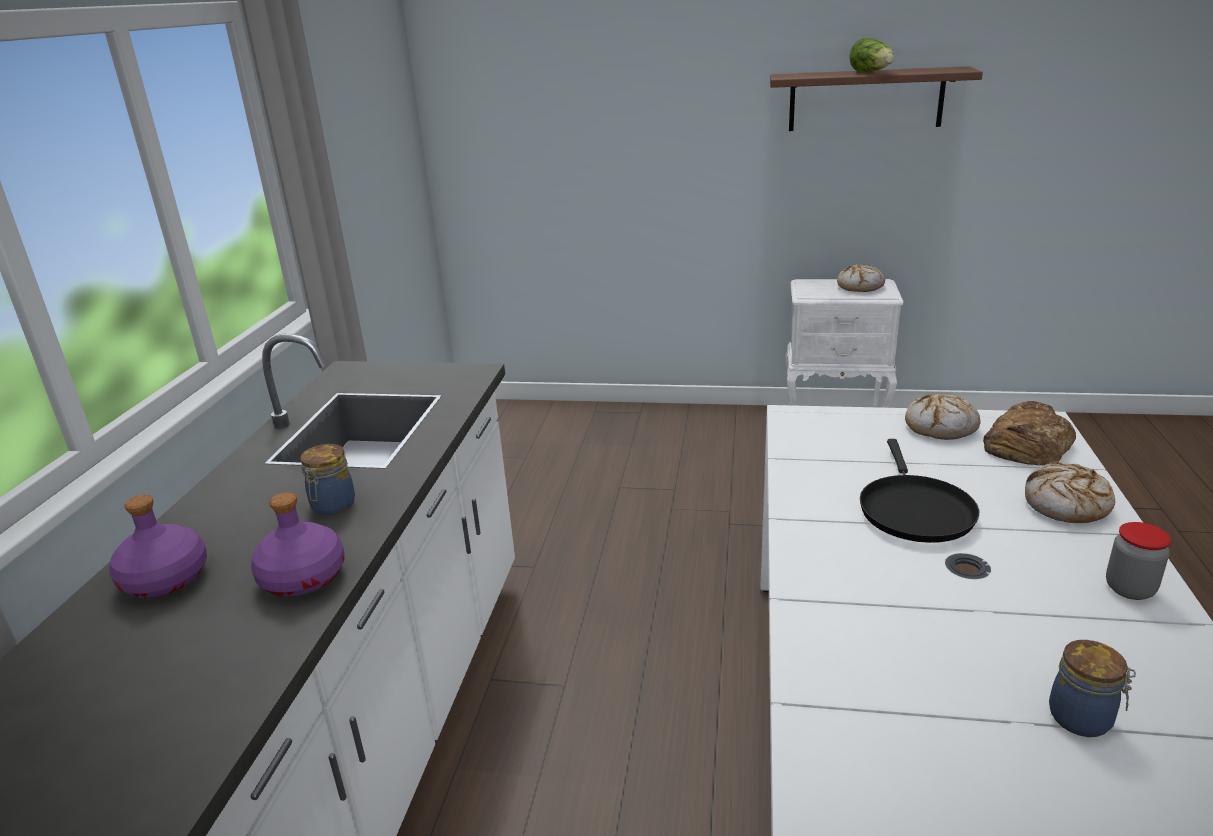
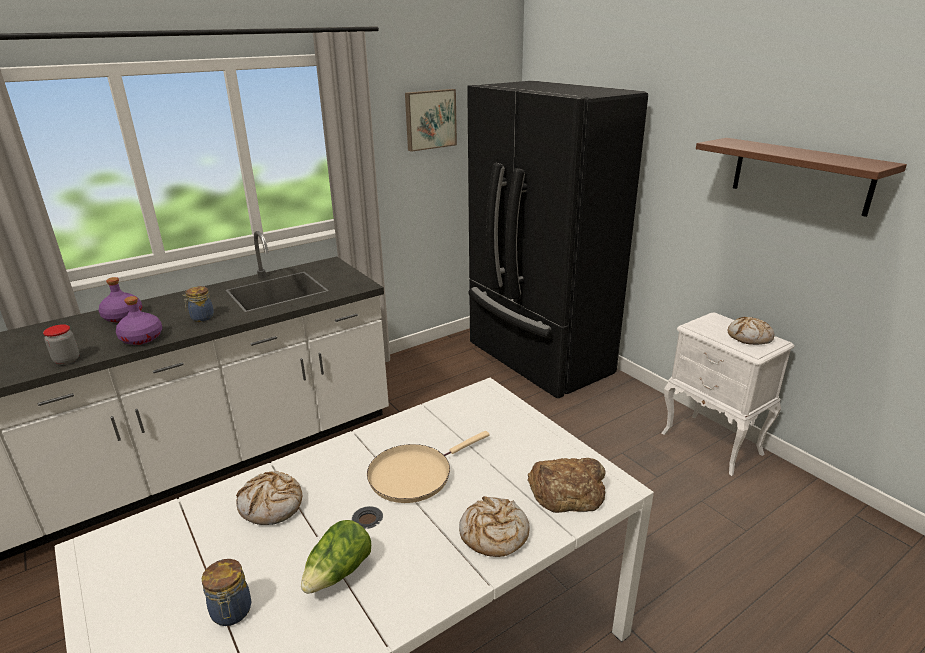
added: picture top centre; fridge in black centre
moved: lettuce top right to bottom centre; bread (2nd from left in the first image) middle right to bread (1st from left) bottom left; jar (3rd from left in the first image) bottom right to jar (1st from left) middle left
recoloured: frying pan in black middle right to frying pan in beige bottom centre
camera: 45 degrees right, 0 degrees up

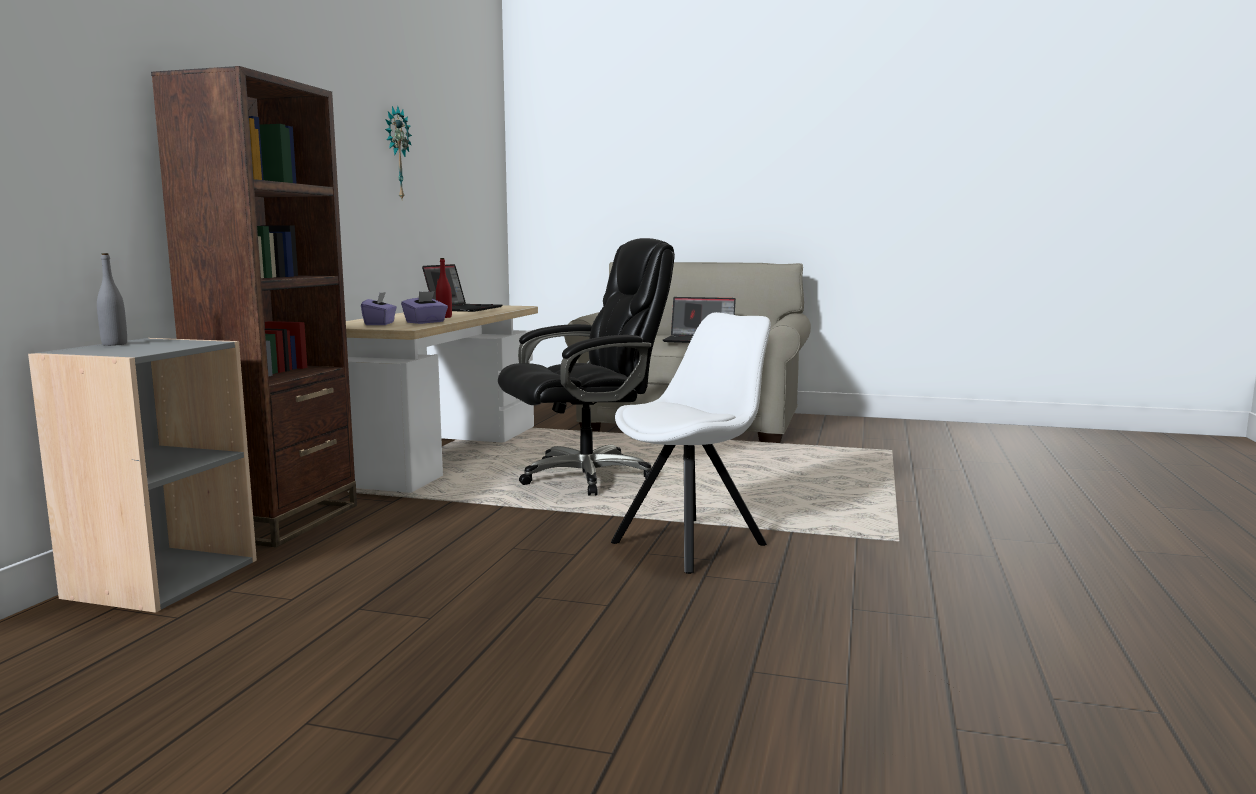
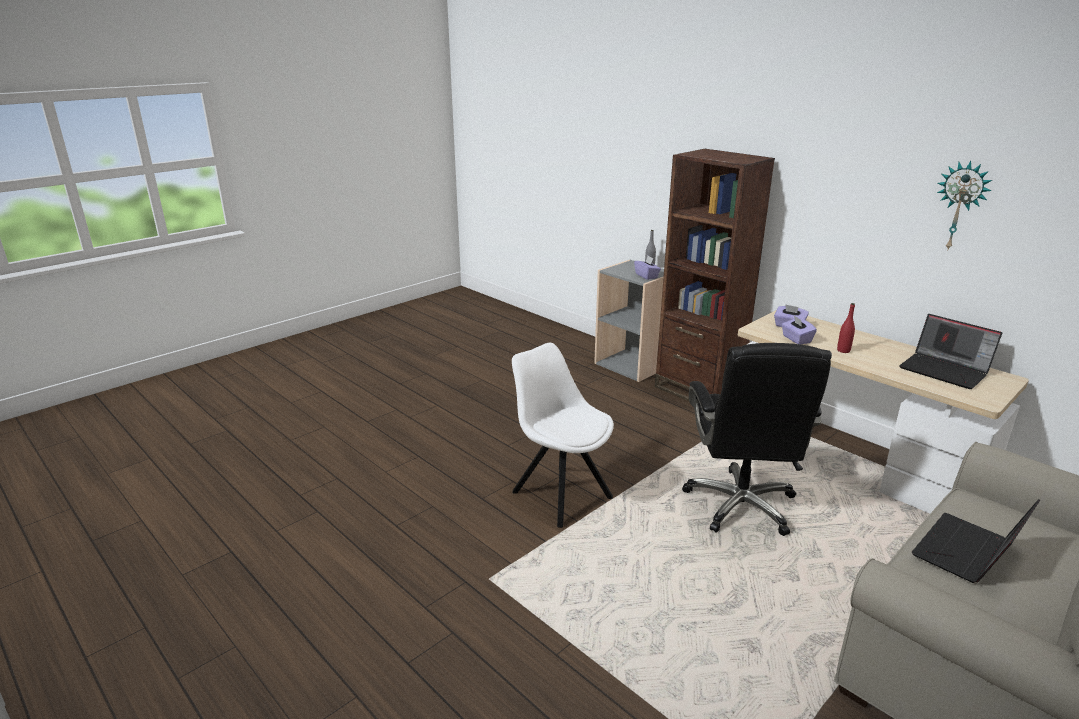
added: tissue box in purple (1st from left) centre
turned: chair in white centre = centre 150 degrees clockwise
camera: 120 degrees right, 15 degrees up

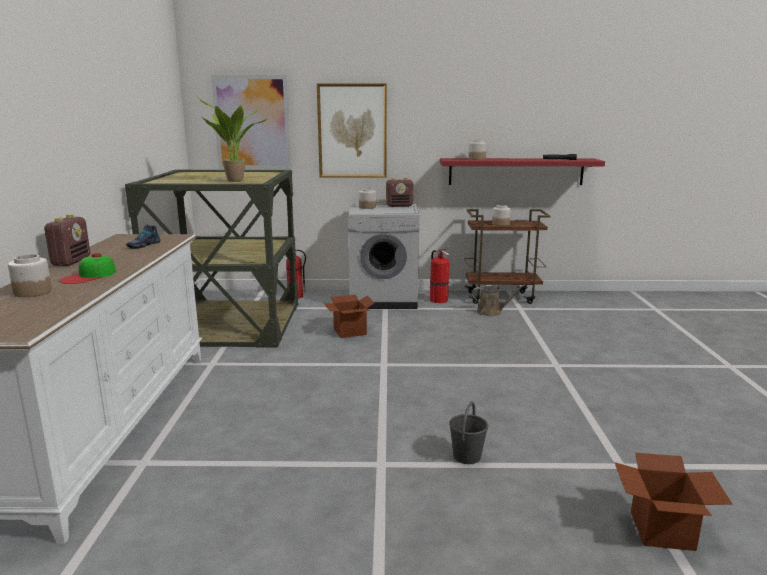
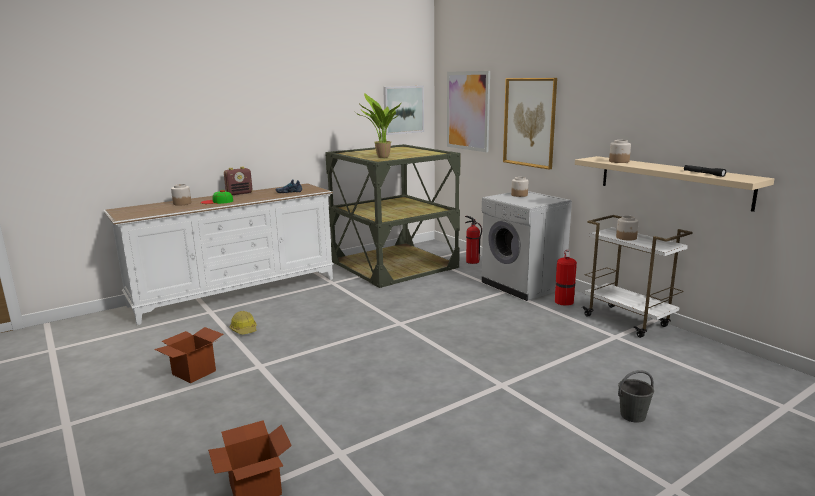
removed: radio (2nd from left) centre; watering can in brown centre
added: hard hat middle left; picture (1st from left) top centre
moved: cardboard box (1st from left) centre to bottom left; bucket in grey bottom centre to bottom right
recoloured: shelf in red top right to shelf in beige middle right; cart in brown centre to cart in white middle right
camera: 55 degrees right, 0 degrees up

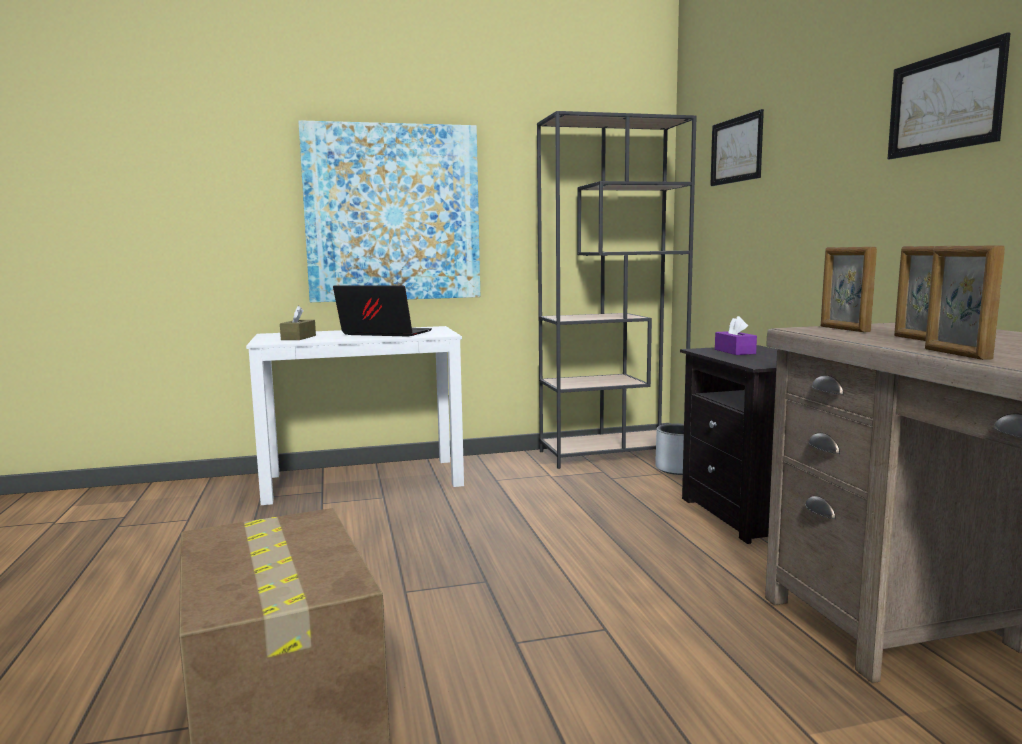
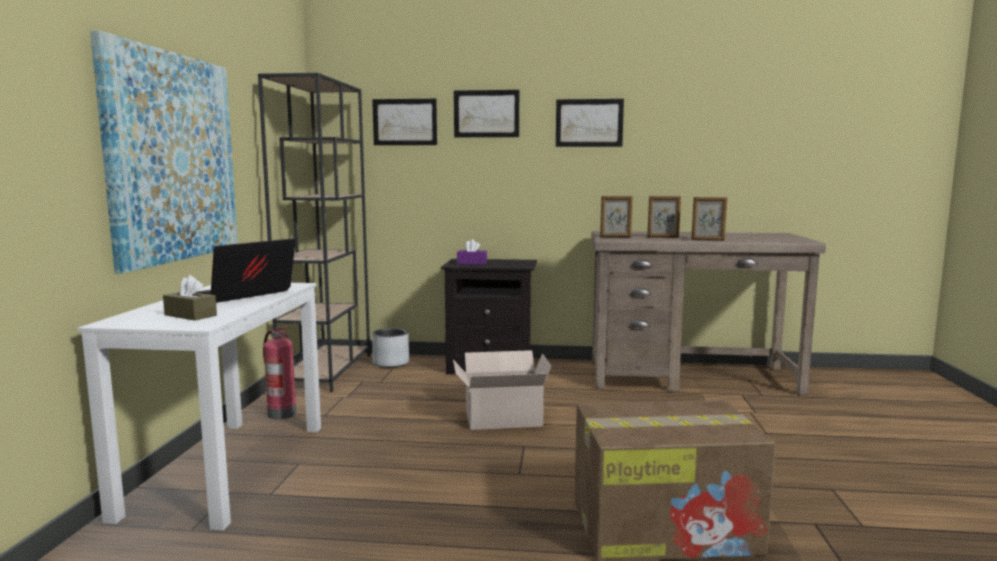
added: fire extinguisher middle left; cardboard box (1st from left) bottom centre; picture (3rd from left) top centre
camera: 70 degrees left, 0 degrees up

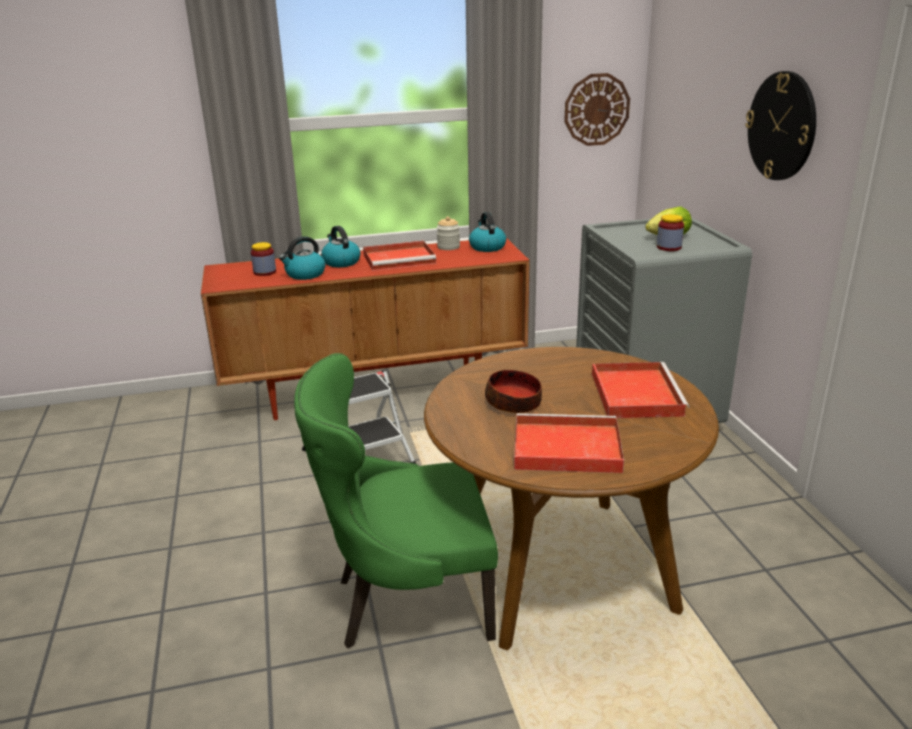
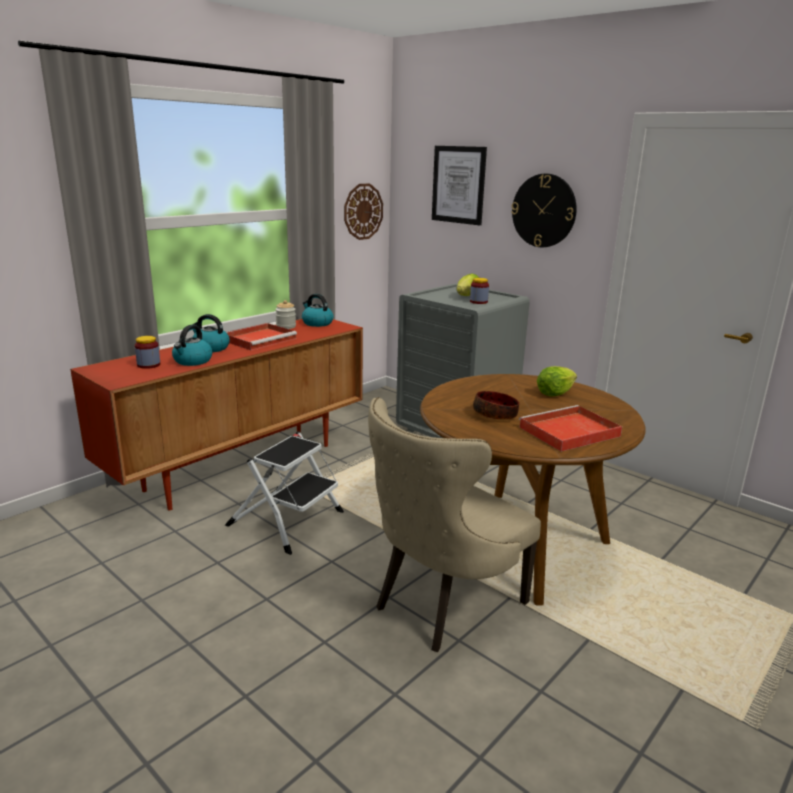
added: picture top centre
replaced: tray in red (3rd from left) middle right to lettuce (2nd from left) middle right
recoloured: chair in green bottom centre to chair in beige centre
camera: 35 degrees left, 5 degrees down

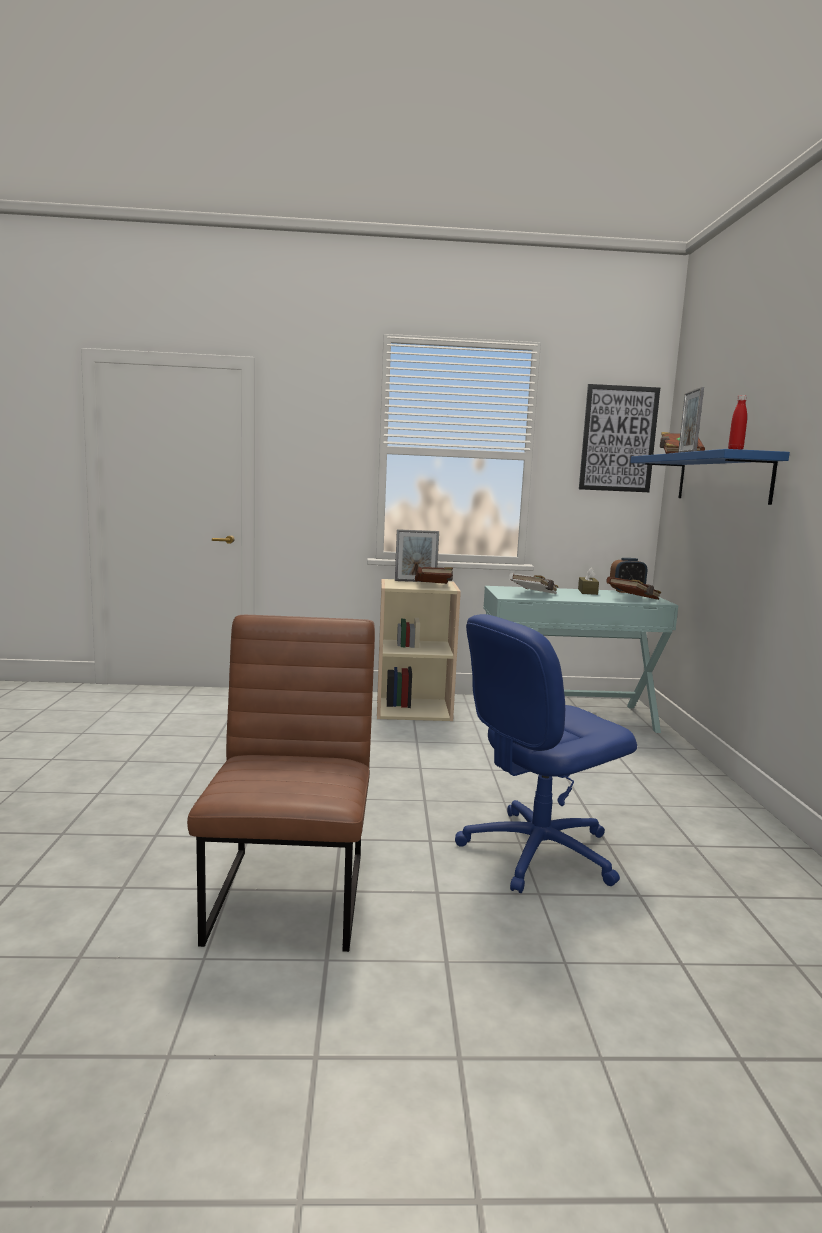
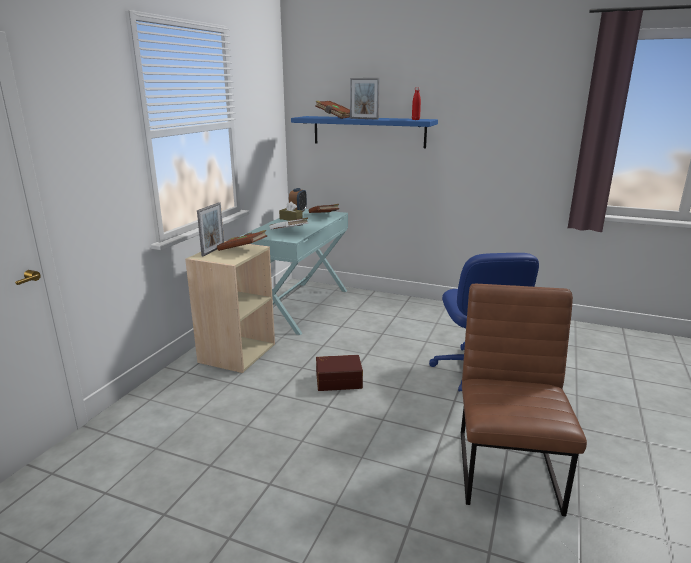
removed: picture middle right
added: storage box in brown centre
turned: chair in brown centre = bottom right 75 degrees clockwise
camera: 65 degrees left, 10 degrees up

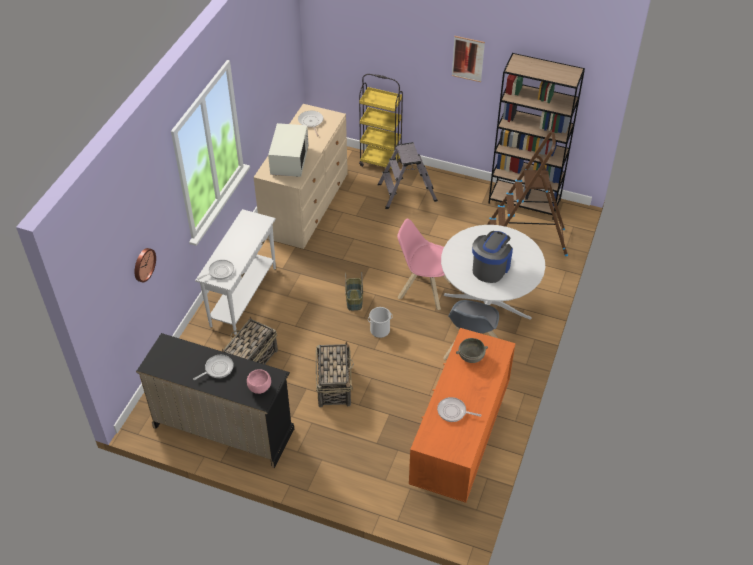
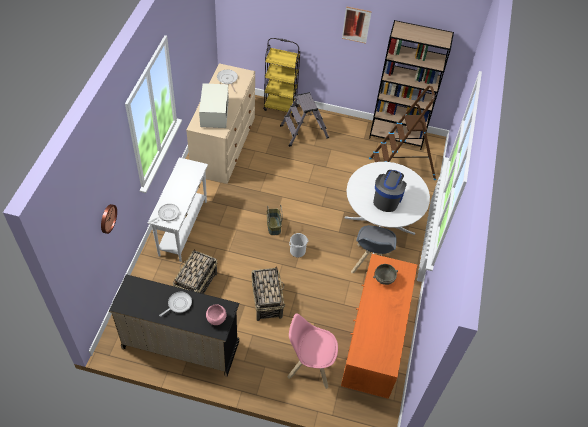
removed: frying pan (4th from left) bottom centre
moved: chair in pink centre to bottom centre
camera: 10 degrees left, 5 degrees up

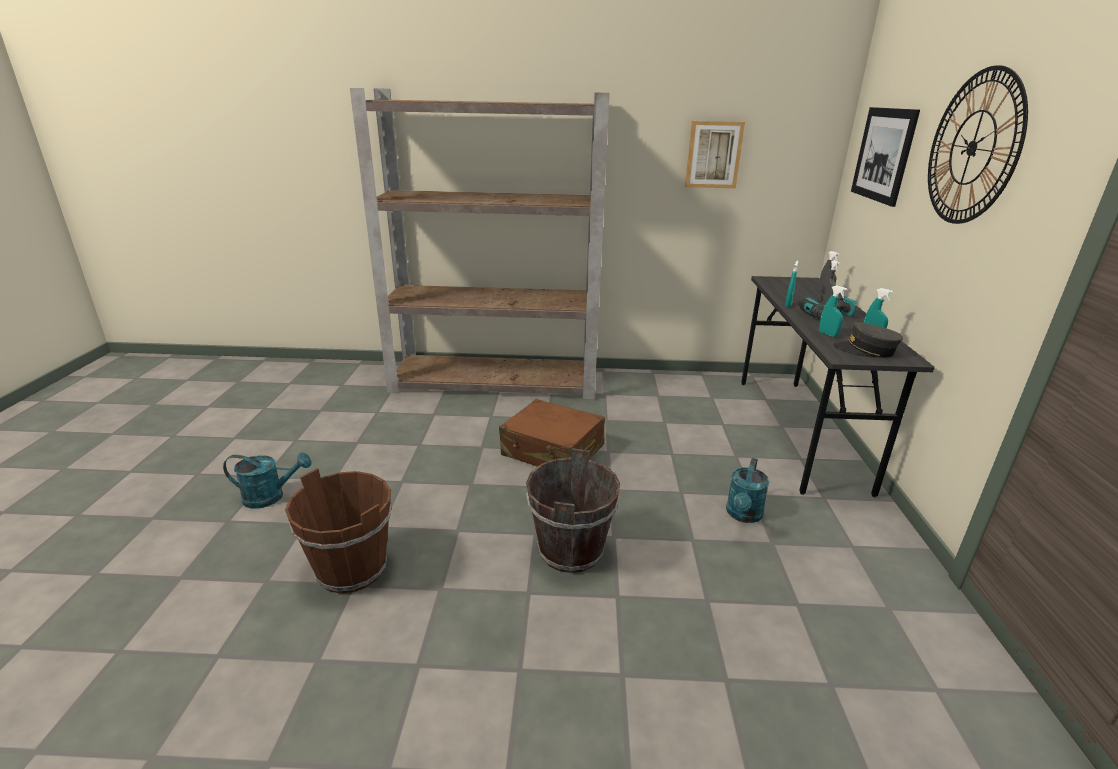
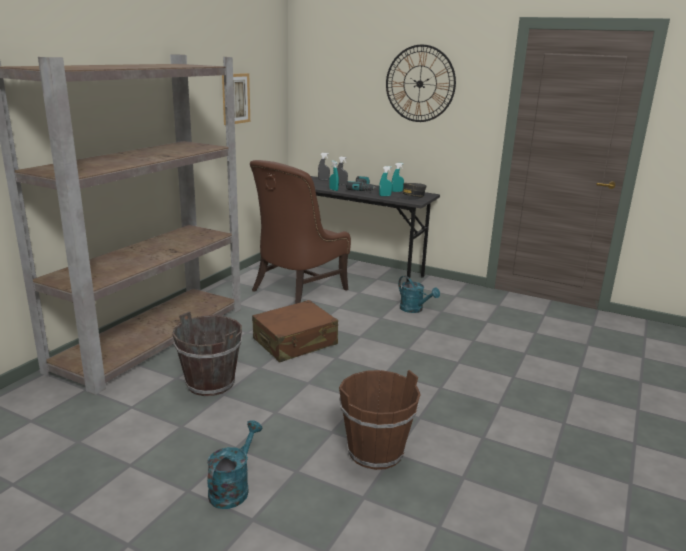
removed: picture (2nd from left) top right
added: chair in brown centre
moved: bucket in brown (2nd from left in the first image) centre to bucket in brown (1st from left) middle left
camera: 65 degrees left, 5 degrees down

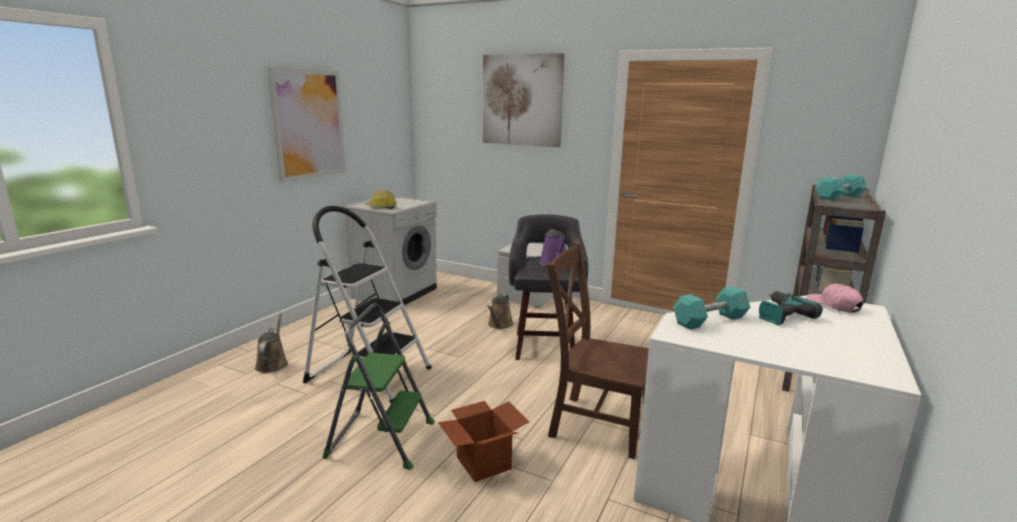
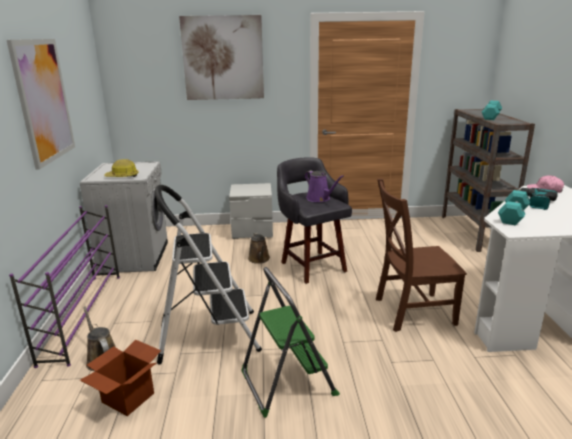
added: shoe rack in purple middle left
moved: cardboard box bottom centre to bottom left
camera: 30 degrees left, 5 degrees up

